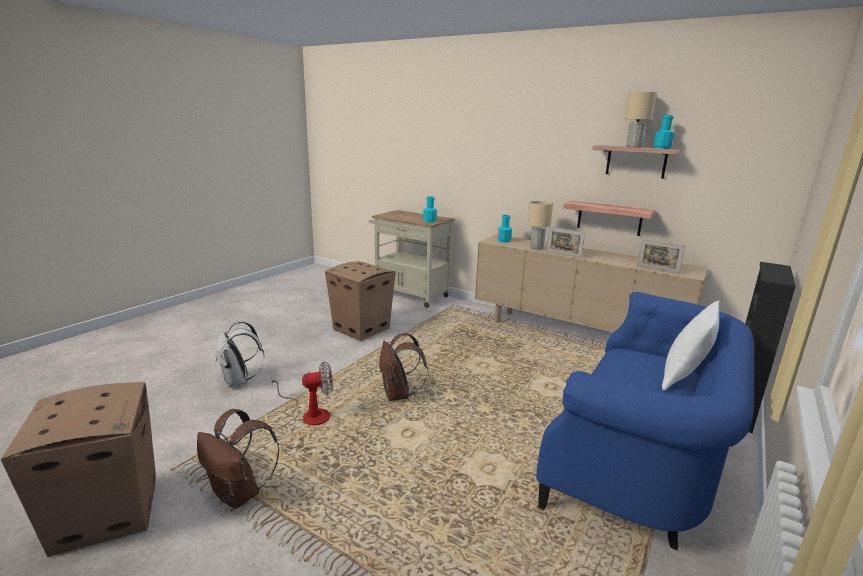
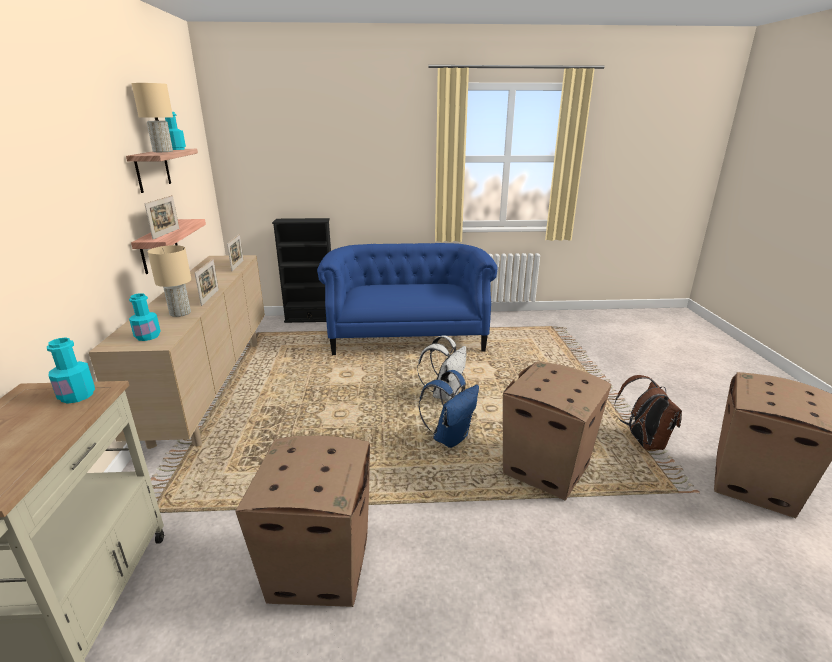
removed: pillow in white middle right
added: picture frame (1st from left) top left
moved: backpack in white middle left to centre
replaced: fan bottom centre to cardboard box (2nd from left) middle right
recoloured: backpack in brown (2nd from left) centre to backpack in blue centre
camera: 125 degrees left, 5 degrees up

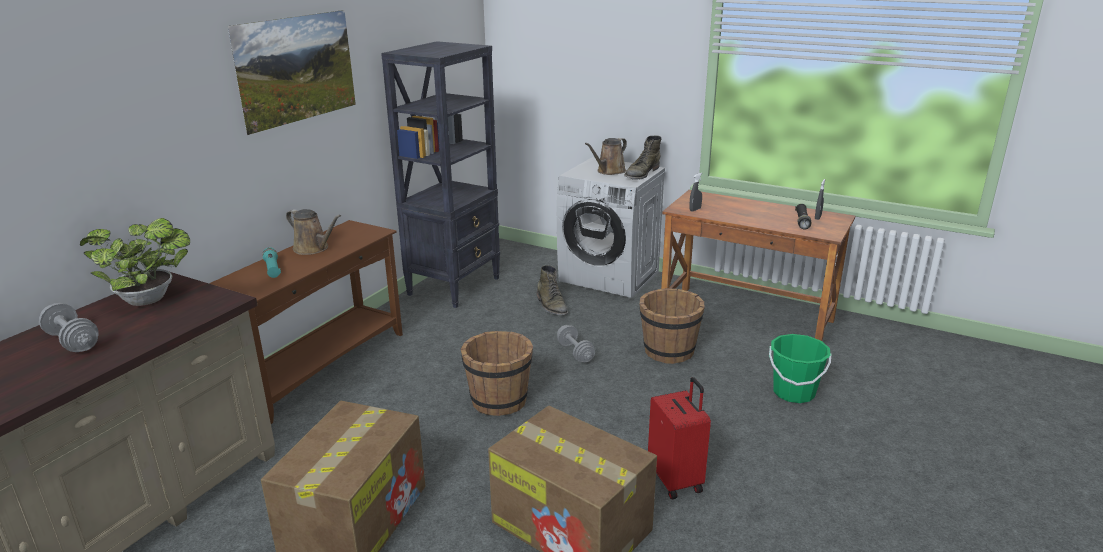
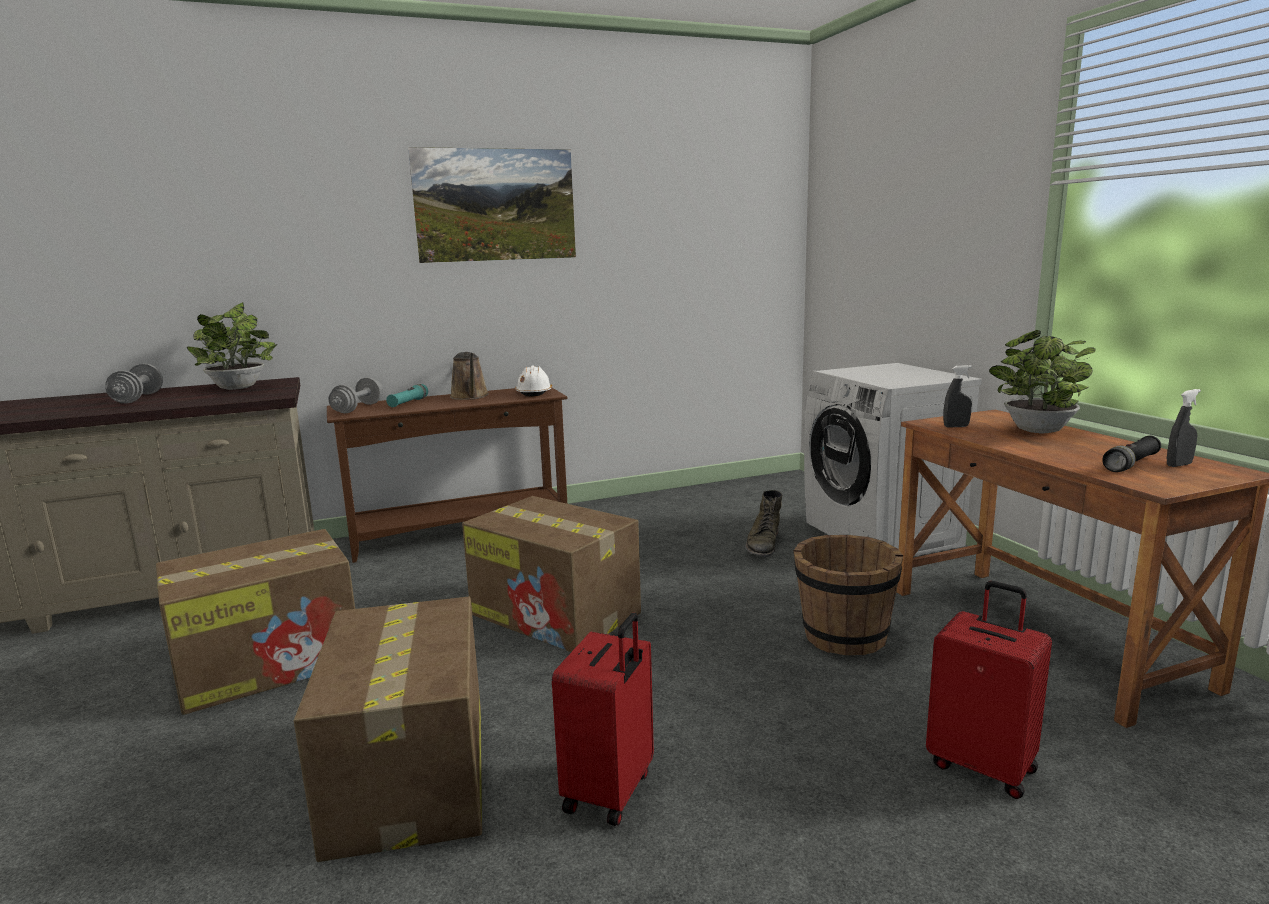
removed: bookcase in black top centre; watering can in brown (2nd from left) top centre; boot in green (2nd from left) top centre
added: hard hat in white centre; potted plant (2nd from left) middle right
moved: dumbbell in grey (2nd from left) centre to middle left
replaced: bucket in brown (1st from left) bottom centre to cardboard box (3rd from left) centre; bucket in green bottom right to suitcase in red (2nd from left) bottom right
camera: 40 degrees right, 10 degrees down

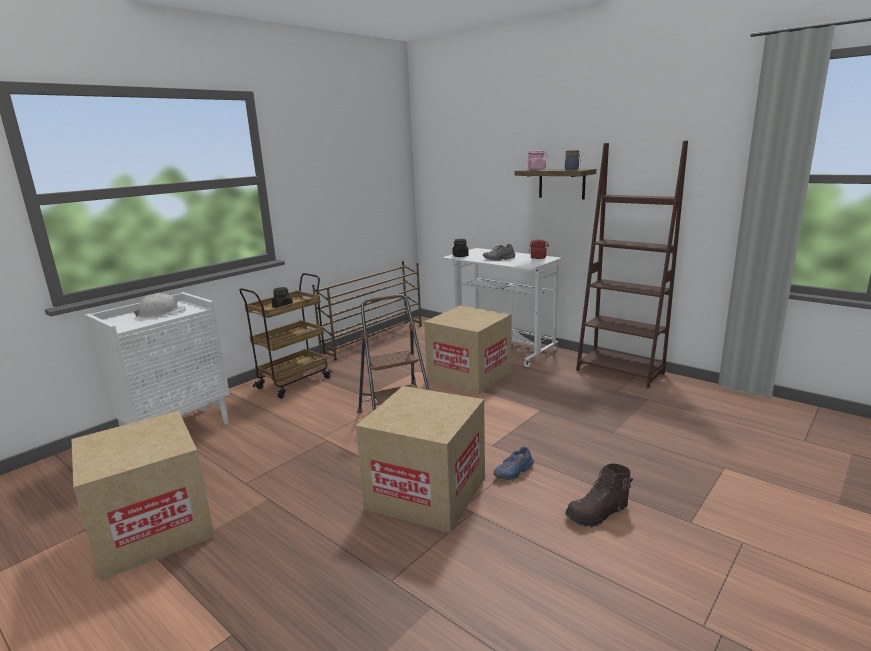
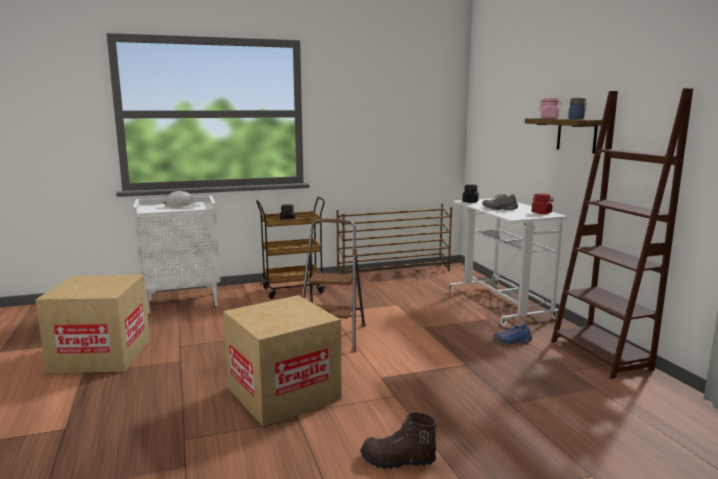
removed: cardboard box (3rd from left) centre
moved: shoe in blue bottom centre to bottom right
camera: 30 degrees right, 5 degrees down

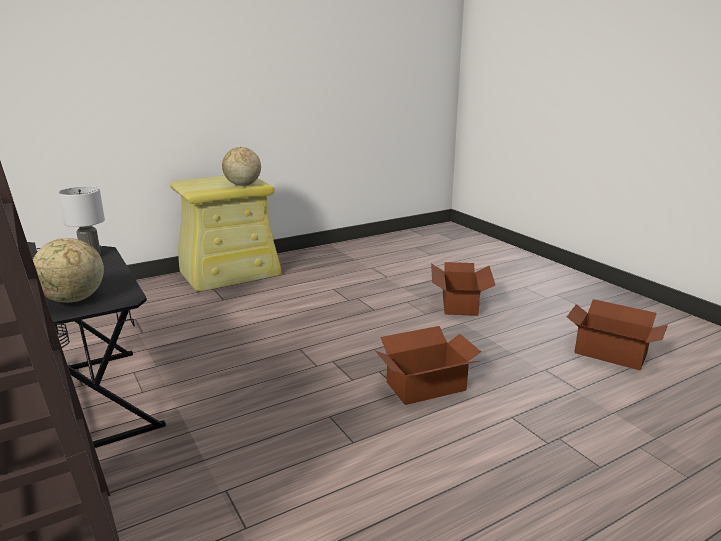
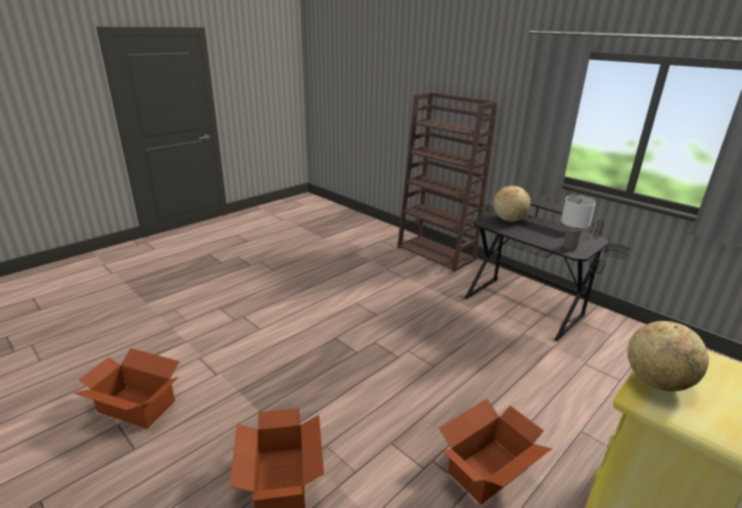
moved: cardboard box (1st from left in the first image) bottom centre to cardboard box (3rd from left) bottom right
camera: 165 degrees right, 5 degrees up

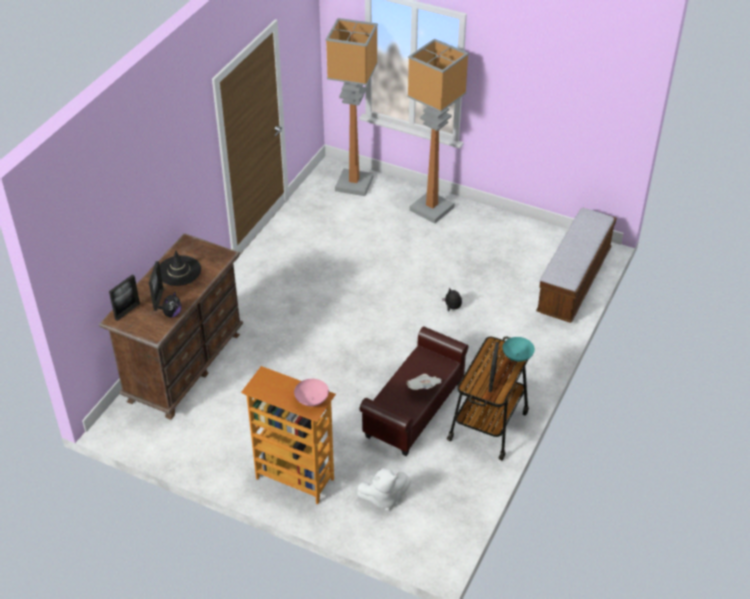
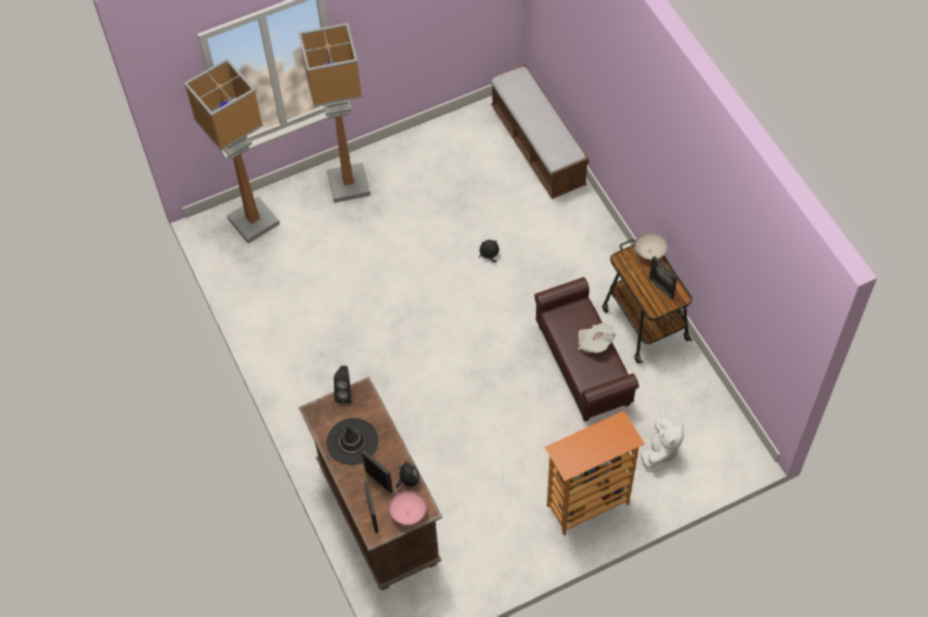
added: speaker in black centre
moved: bowl in pink centre to bottom centre
recoloured: bowl in turquoise middle right to bowl in white middle right
camera: 50 degrees left, 15 degrees up

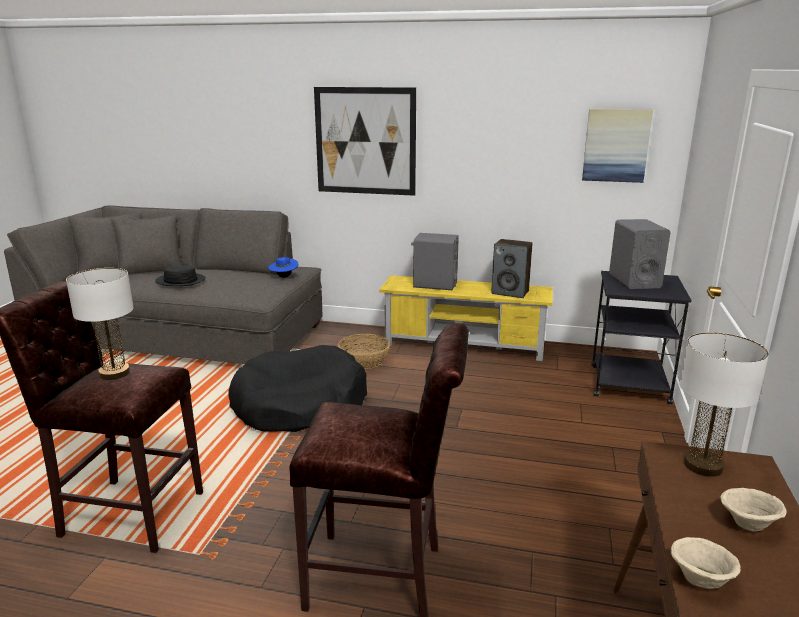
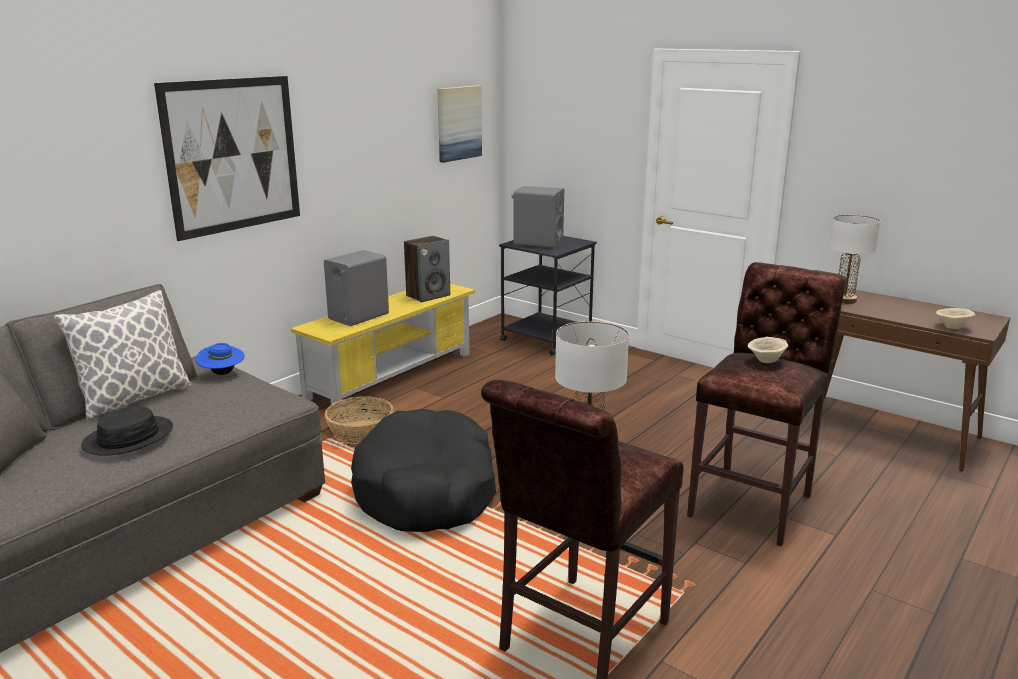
added: pillow middle left
moved: bowl in beige (2nd from left in the first image) bottom right to bowl in beige (1st from left) middle right
camera: 65 degrees left, 0 degrees up

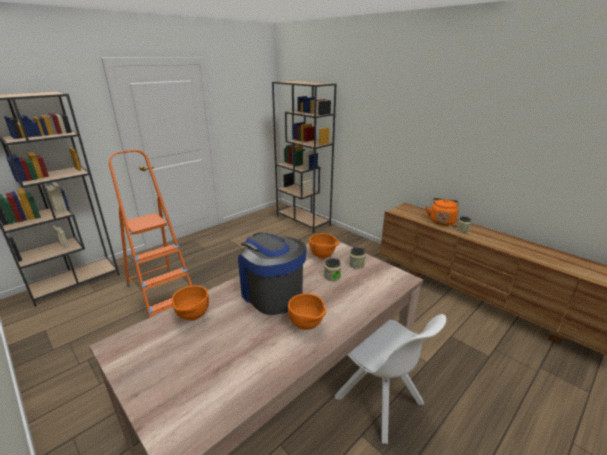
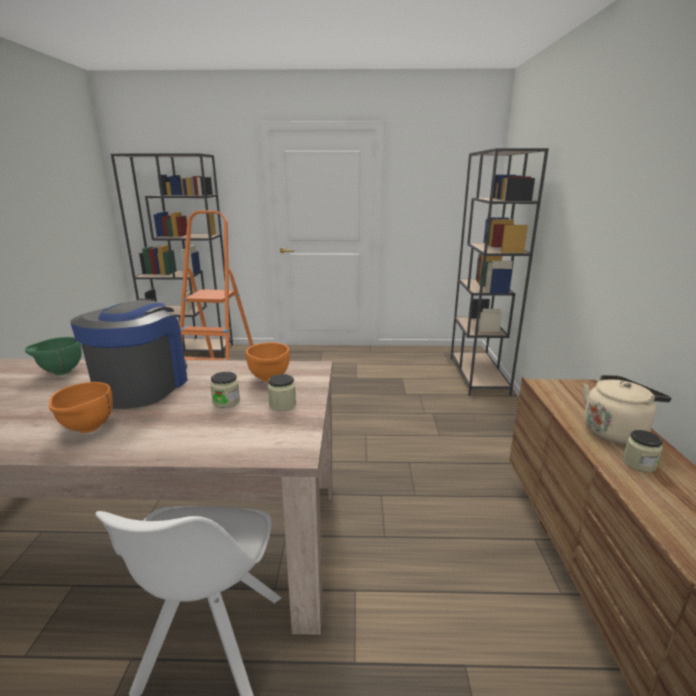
recoloured: bowl in orange (1st from left) middle left to bowl in green middle left; kettle in orange middle right to kettle in beige middle right
camera: 45 degrees right, 5 degrees down

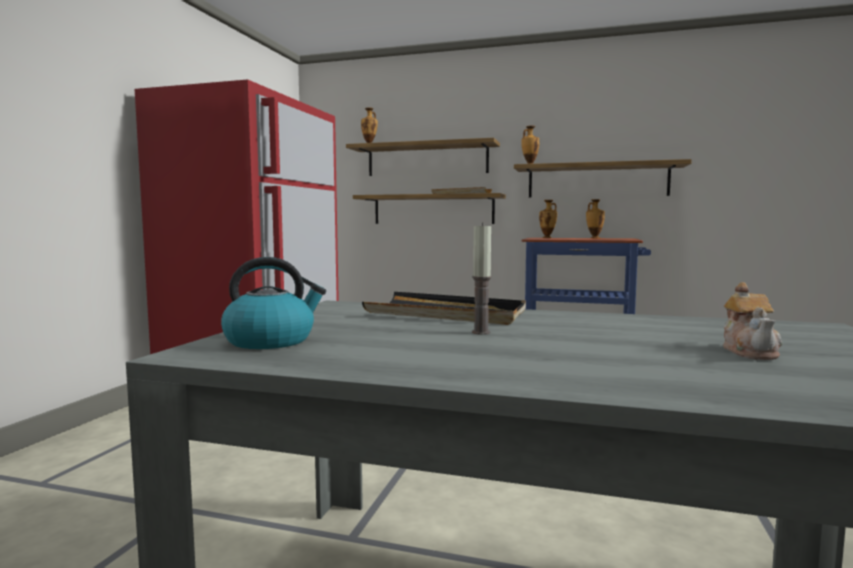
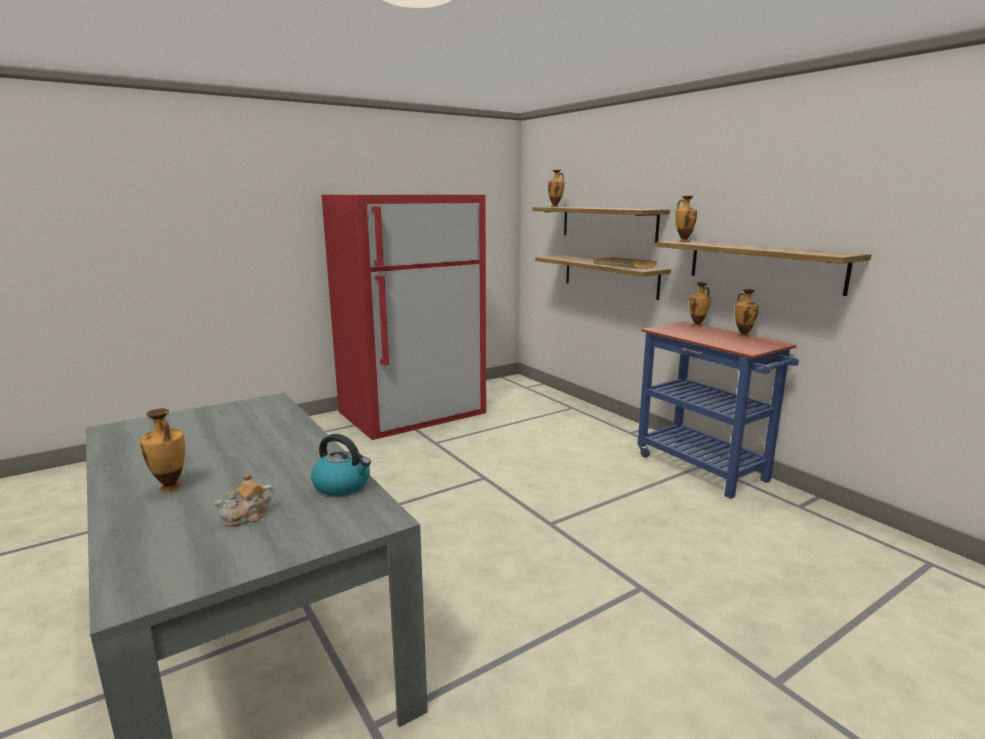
removed: tray in black centre; candle centre
added: vase (1st from left) middle left
moved: kettle middle left to centre
camera: 40 degrees right, 10 degrees up

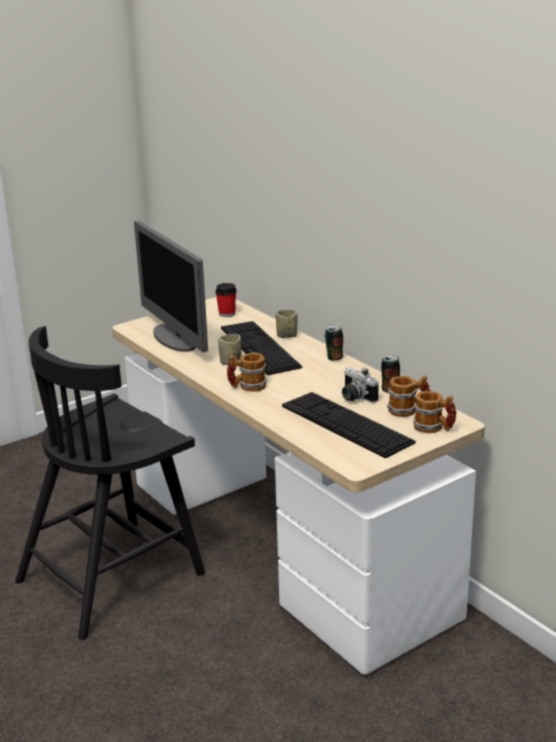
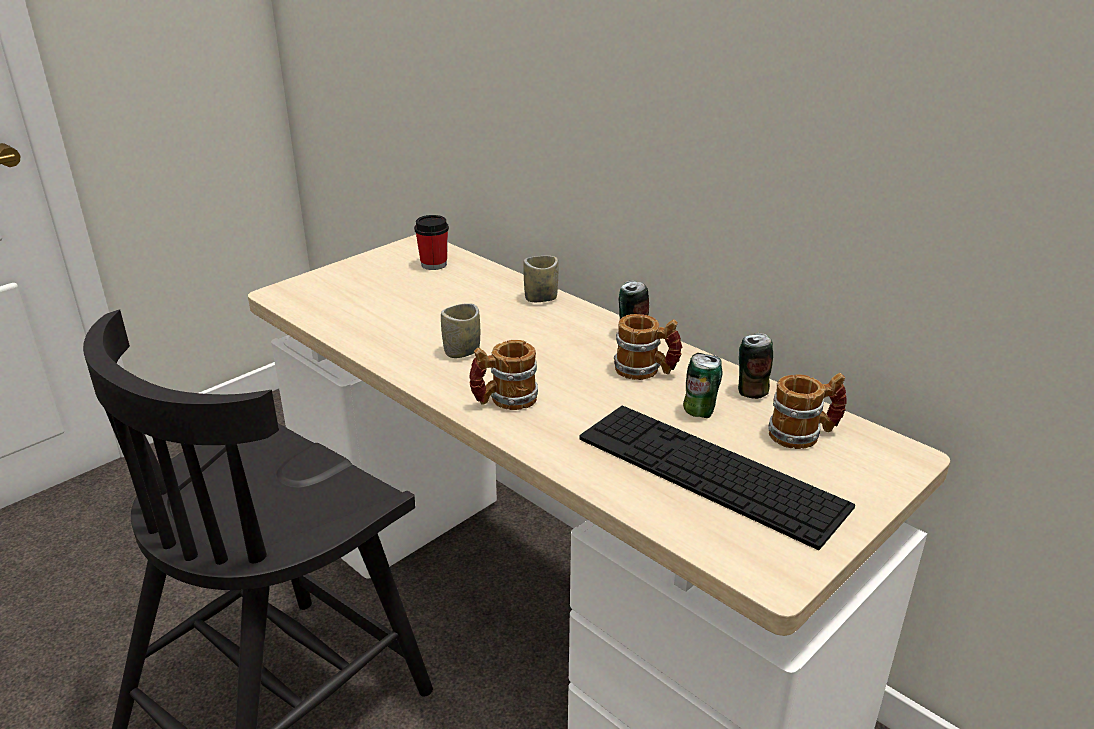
removed: monitor middle left; keyboard (1st from left) centre
moved: mug (3rd from left in the first image) middle right to mug (2nd from left) centre
replaced: photo camera centre to can (2nd from left) centre
camera: 10 degrees left, 5 degrees up

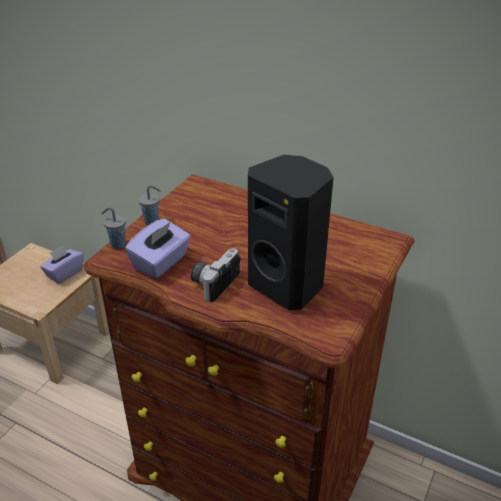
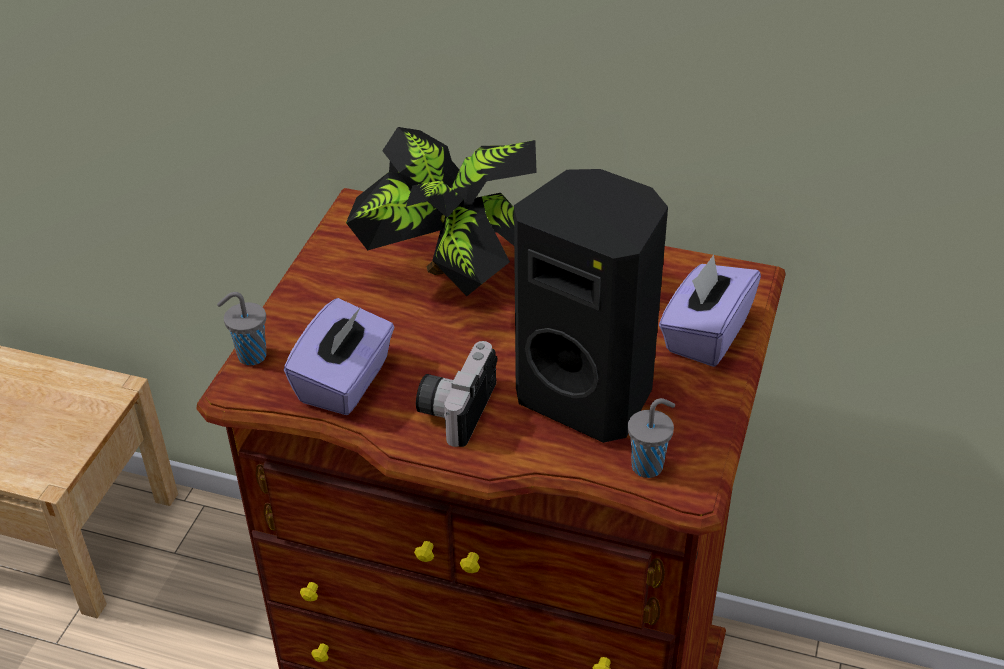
added: potted plant top centre
moved: tissue box in purple (1st from left in the first image) middle left to tissue box in purple (2nd from left) middle right; cup in grey (2nd from left) middle left to centre
camera: 10 degrees left, 5 degrees up

